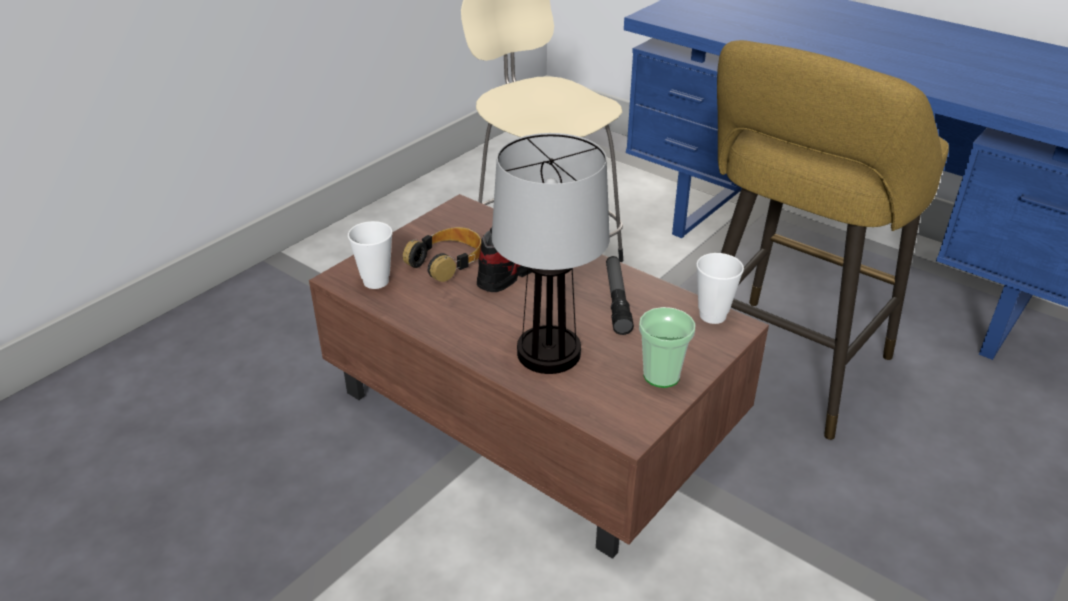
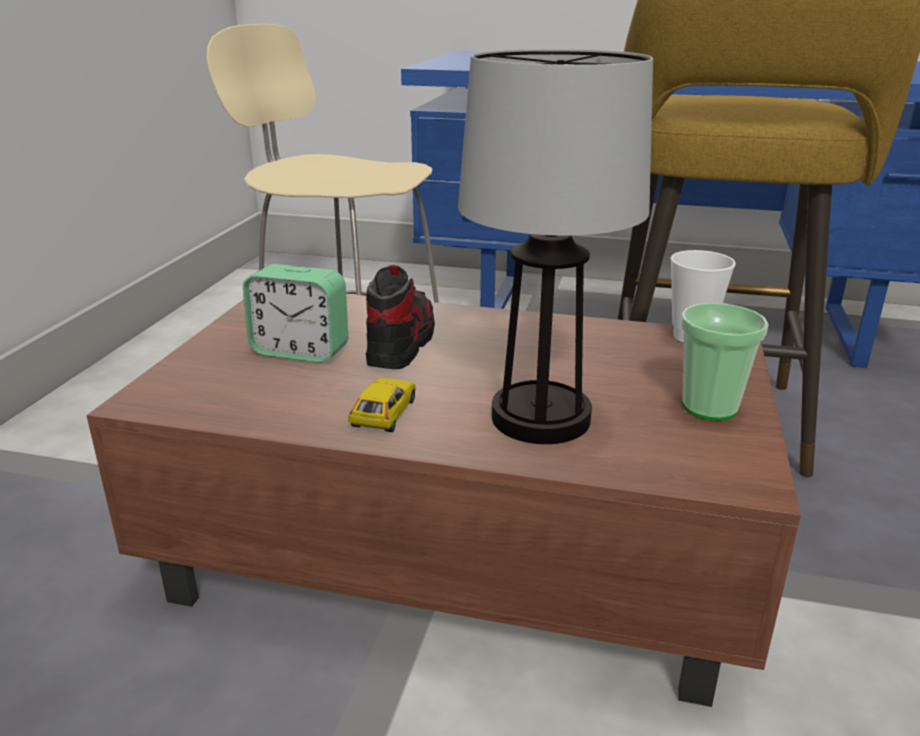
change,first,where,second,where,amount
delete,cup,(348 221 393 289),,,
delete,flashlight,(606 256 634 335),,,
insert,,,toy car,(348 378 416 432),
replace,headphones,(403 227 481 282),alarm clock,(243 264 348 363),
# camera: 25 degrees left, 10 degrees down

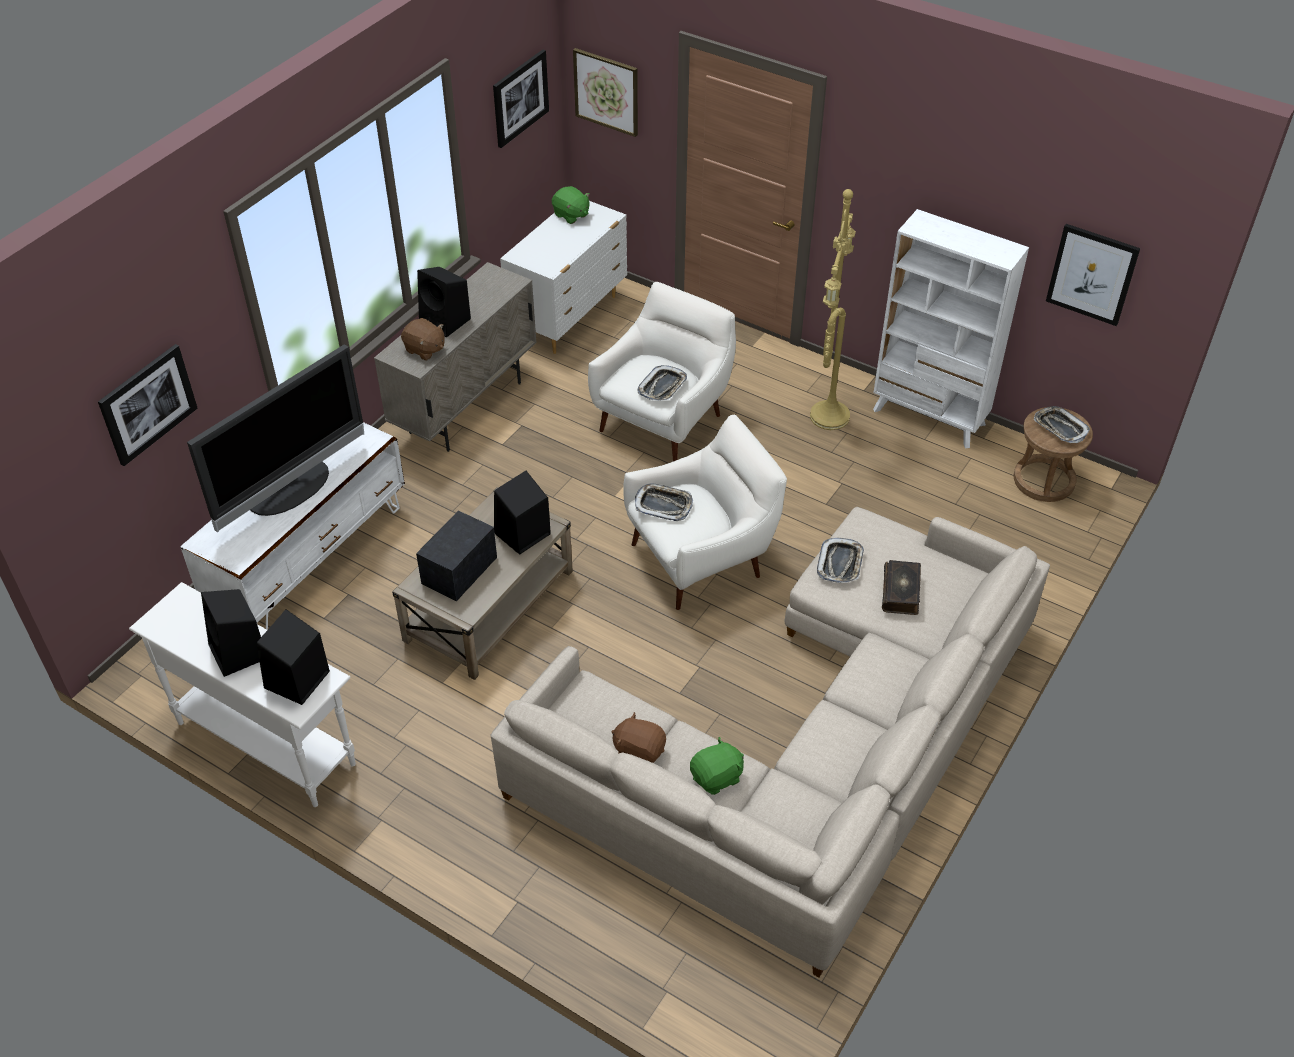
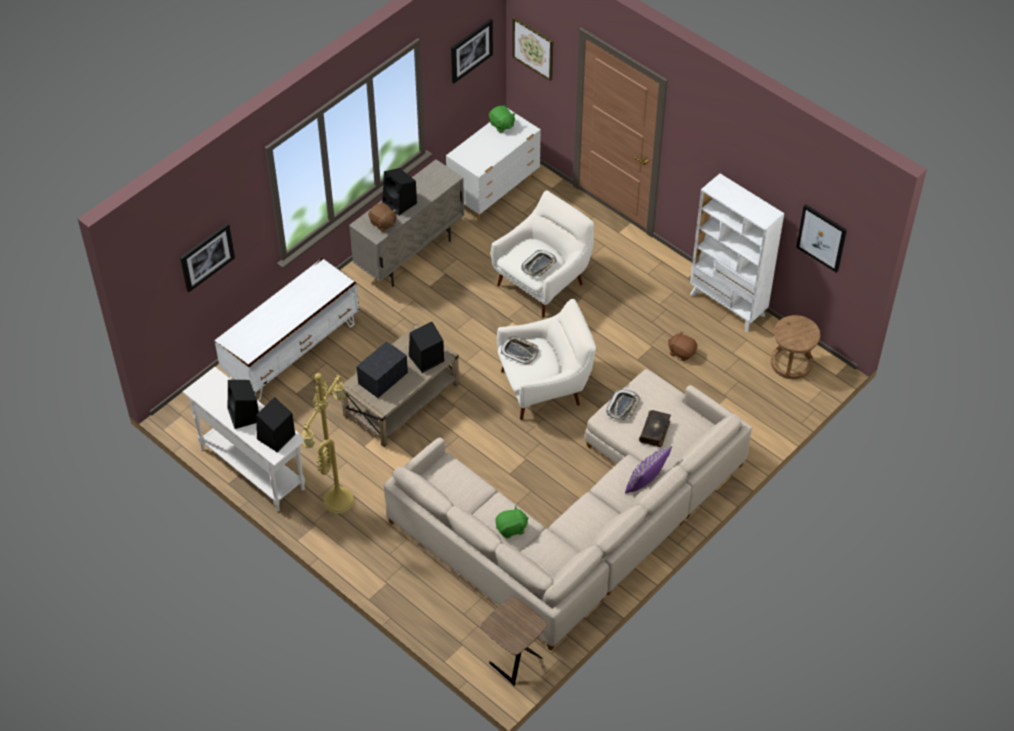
change,first,where,second,where,amount
delete,television,(187 344 364 533),,,
delete,tray,(1034 406 1090 443),,,
insert,,,brown side table,(481 597 547 685),
insert,,,purple pillow,(625 446 672 494),
move,brown plush toy,(611 712 666 763),,(668 332 697 361),
move,yellow floor lamp,(810 189 856 430),,(301 373 354 514),
# camera: 10 degrees right, 5 degrees up

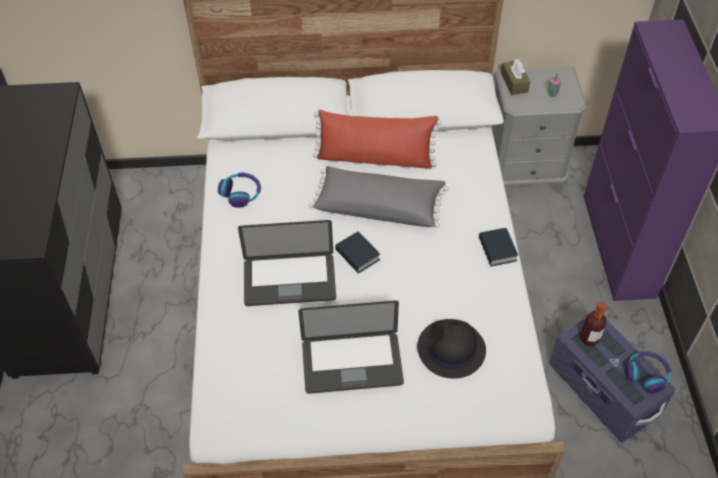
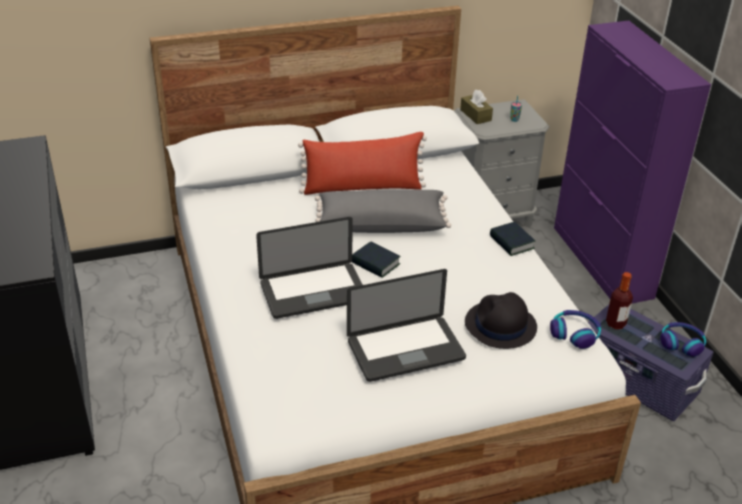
change,first,where,second,where,amount
move,headphones,(218 172 261 208),,(550 310 601 349),
# camera: 15 degrees left, 15 degrees down

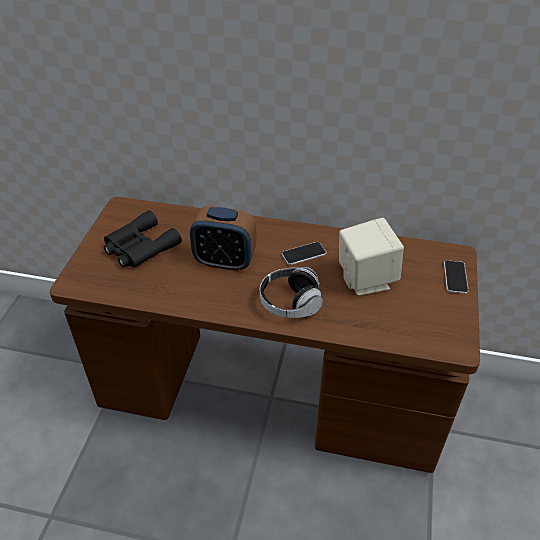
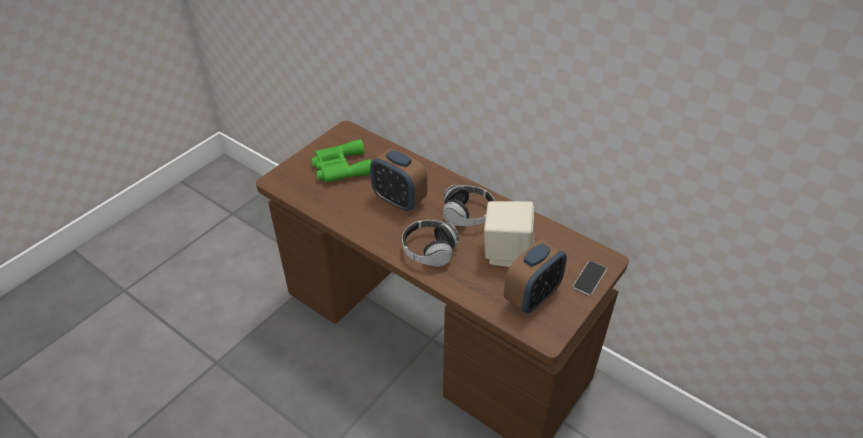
change,first,where,second,where,amount
insert,,,alarm clock,(504 239 567 314),
replace,phone,(282 242 327 265),headphones,(442 185 495 226),
recolor,black binoculars,(104 210 182 268),green binoculars,(311 139 371 183),
# camera: 25 degrees right, 0 degrees up

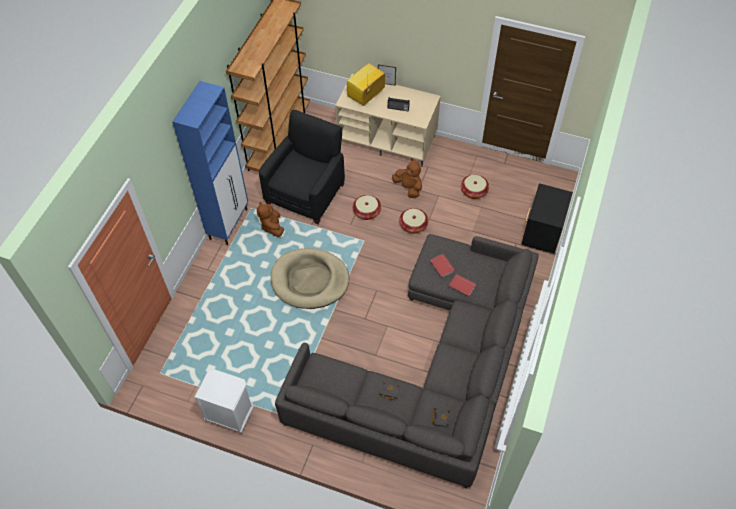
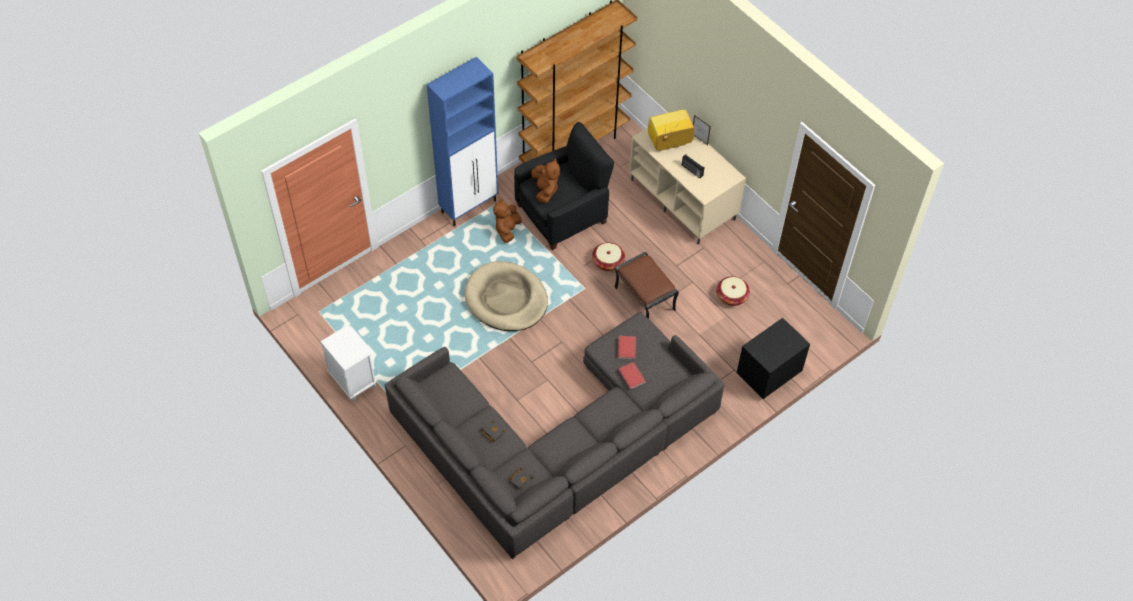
change,first,where,second,where,amount
move,brown plush toy,(392 158 422 198),,(531 159 560 203),
replace,basket,(399 208 428 234),brown ottoman,(615 252 679 319),
# camera: 30 degrees right, 0 degrees up

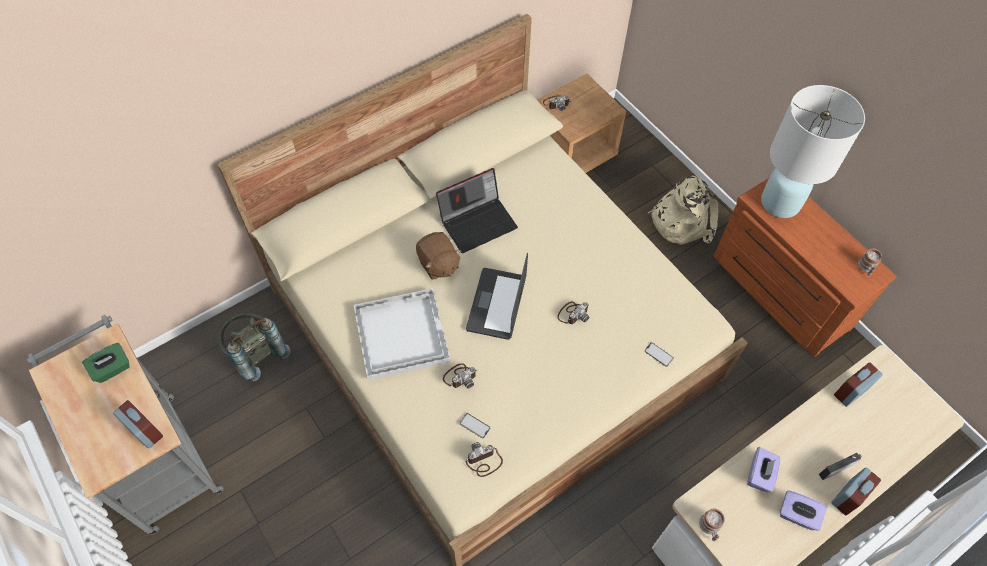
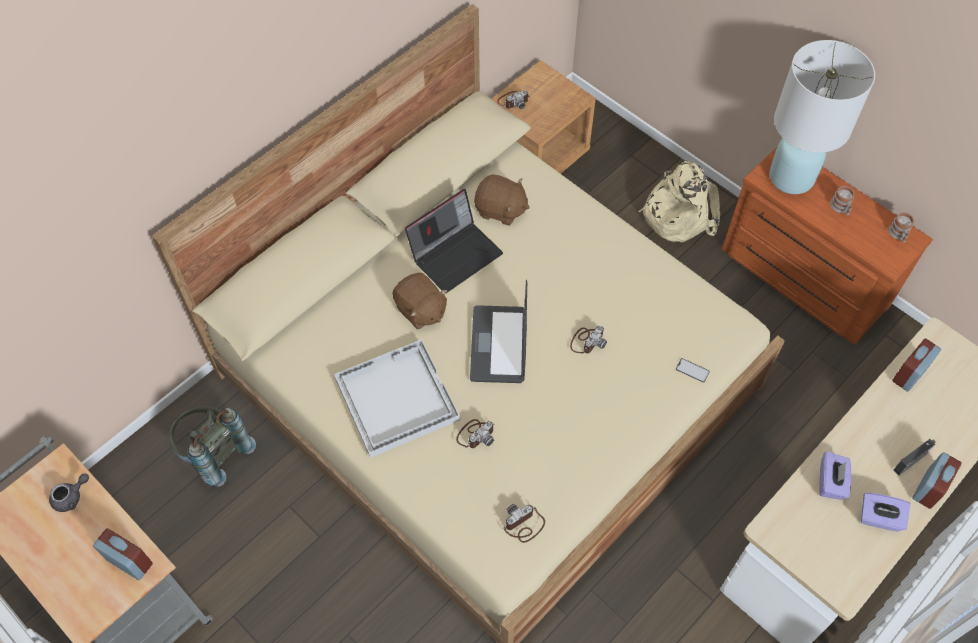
change,first,where,second,where,amount
delete,phone,(460 413 490 439),,,
insert,,,brown plush toy,(474 174 530 226),
move,mug,(699 508 725 541),,(830 186 854 216),
replace,green tissue box,(82 343 130 383),grey teapot,(49 473 89 512),
# camera: 10 degrees left, 0 degrees up

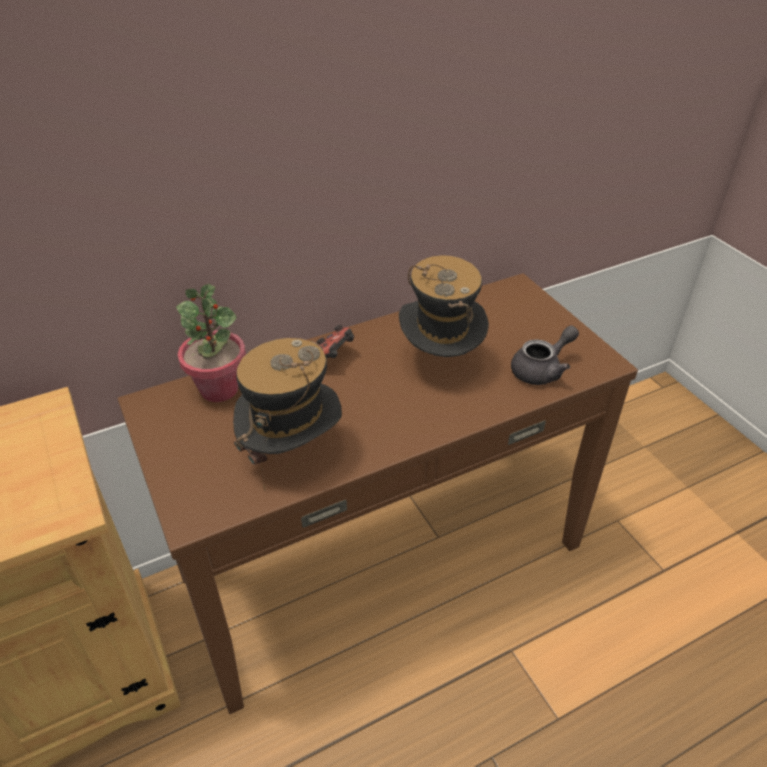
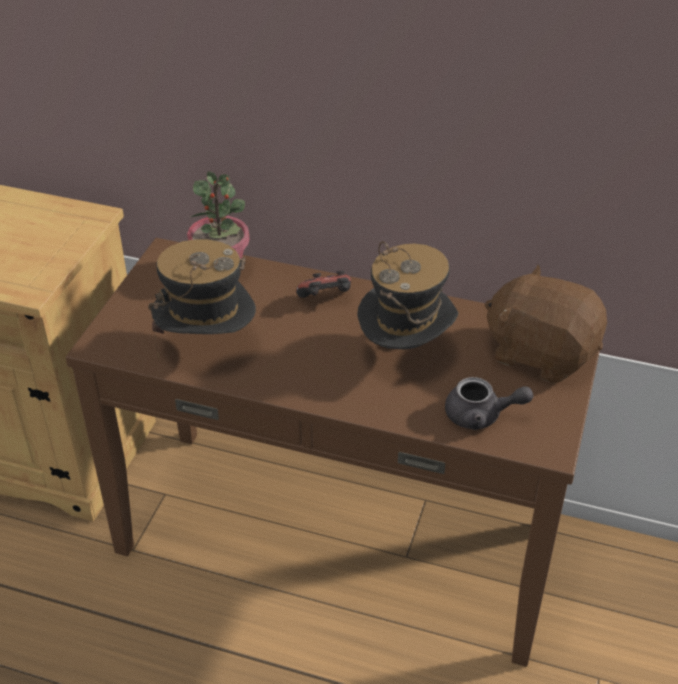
change,first,where,second,where,amount
insert,,,brown plush toy,(485 264 607 383),
# camera: 45 degrees right, 0 degrees up

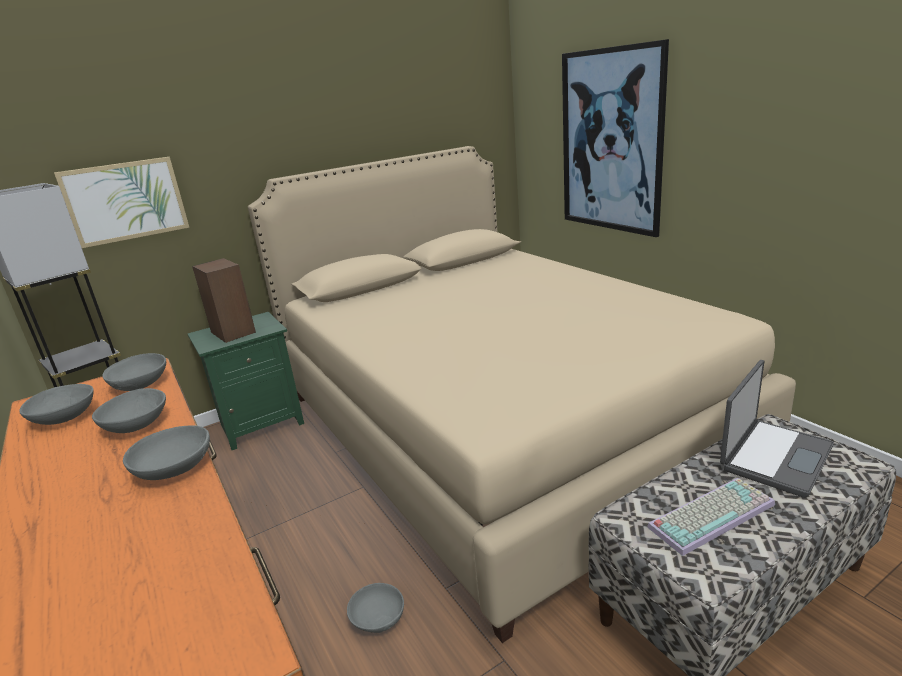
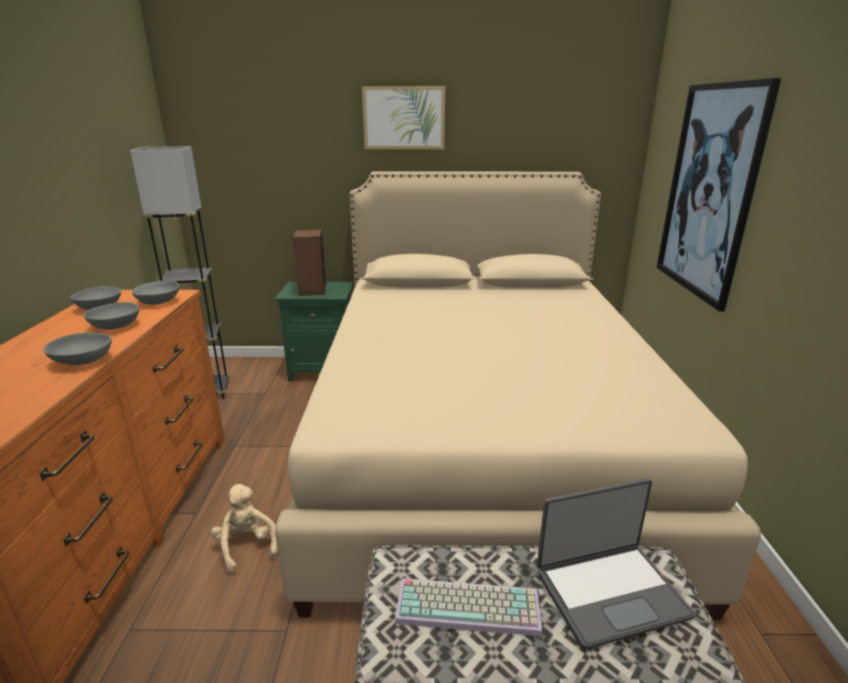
change,first,where,second,where,amount
move,picture,(54 157 190 248),,(362 86 445 149),
replace,grey bowl,(347 583 404 633),beige plush toy,(211 484 277 573),
# camera: 30 degrees right, 0 degrees up

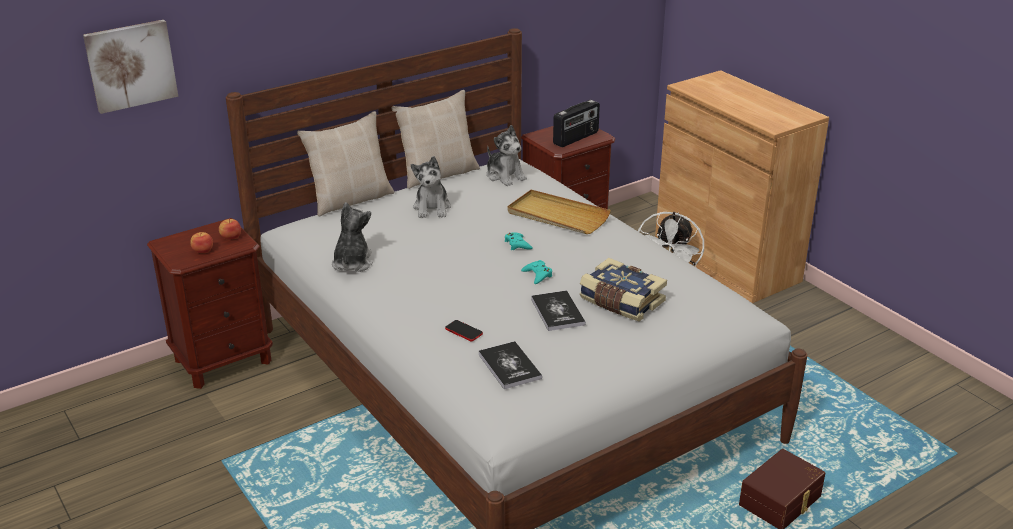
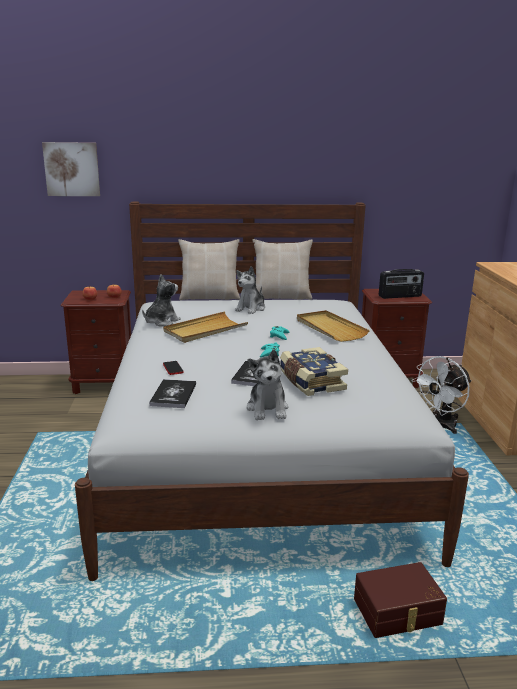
change,first,where,second,where,amount
insert,,,beige tray,(163 311 248 343),
move,plush toy,(487 125 527 186),,(247 349 289 420),
# camera: 30 degrees right, 10 degrees down

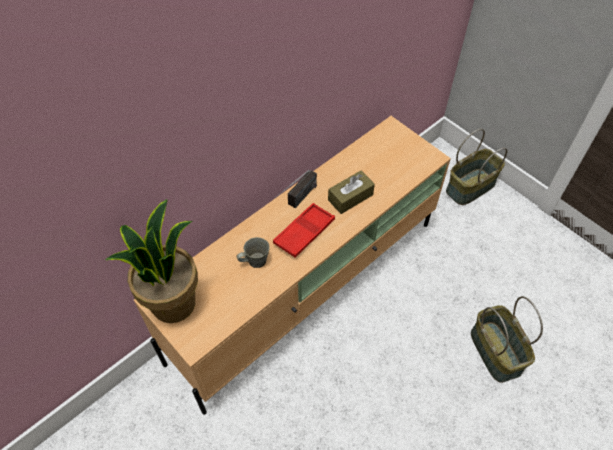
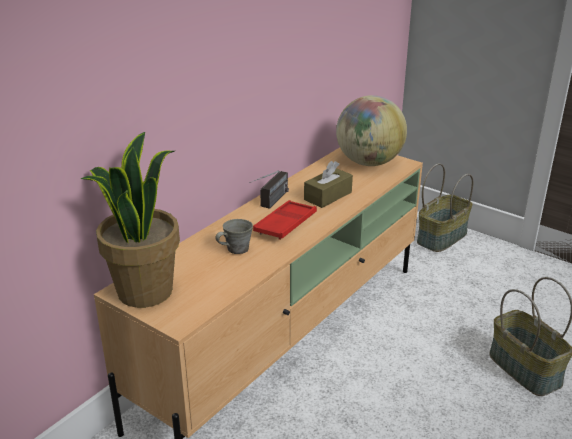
change,first,where,second,where,amount
insert,,,globe,(336 95 407 166),
# camera: 10 degrees left, 25 degrees down

